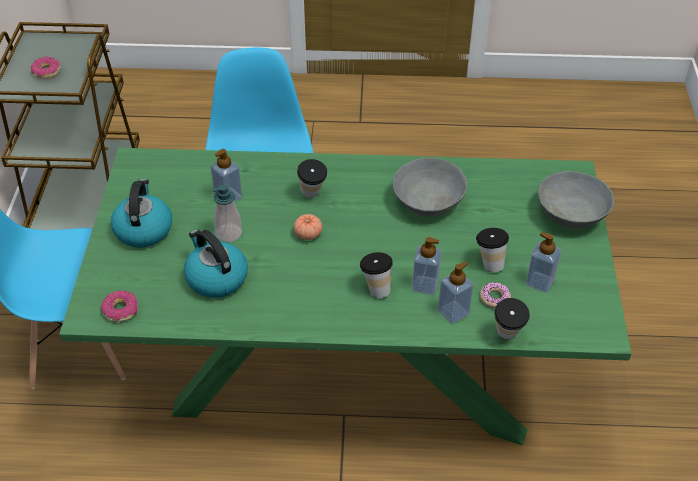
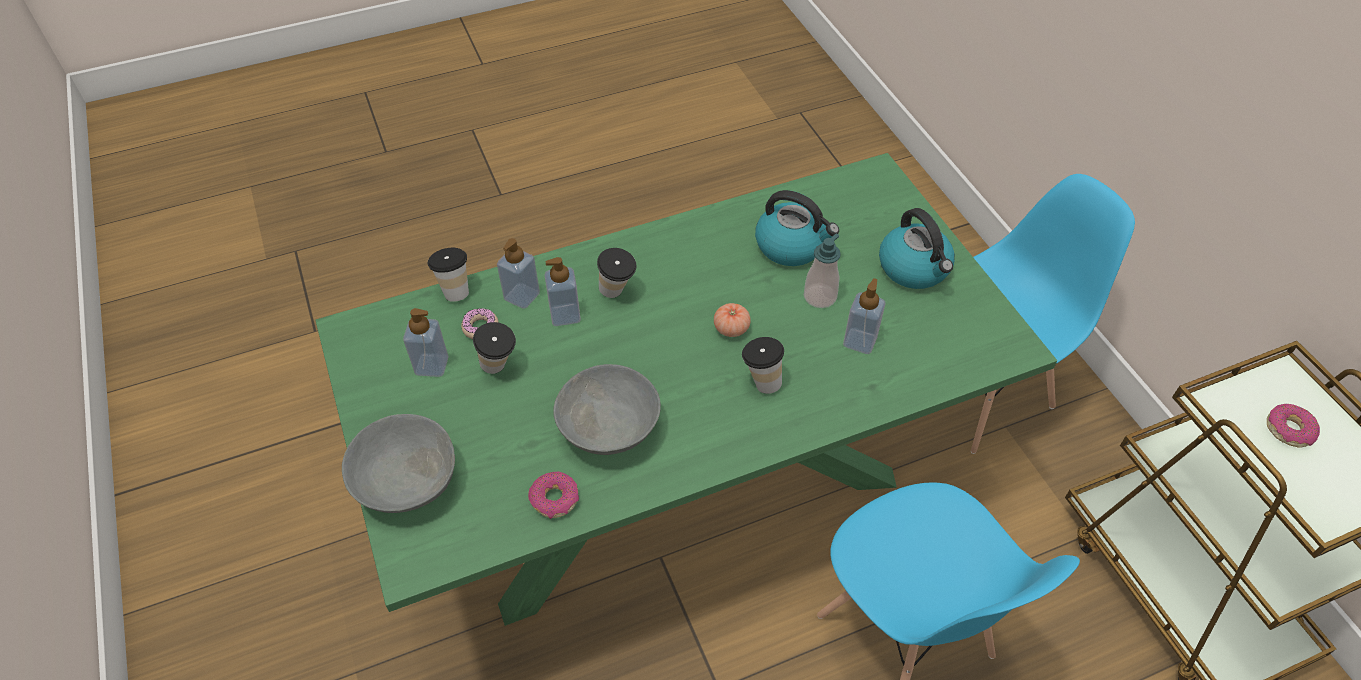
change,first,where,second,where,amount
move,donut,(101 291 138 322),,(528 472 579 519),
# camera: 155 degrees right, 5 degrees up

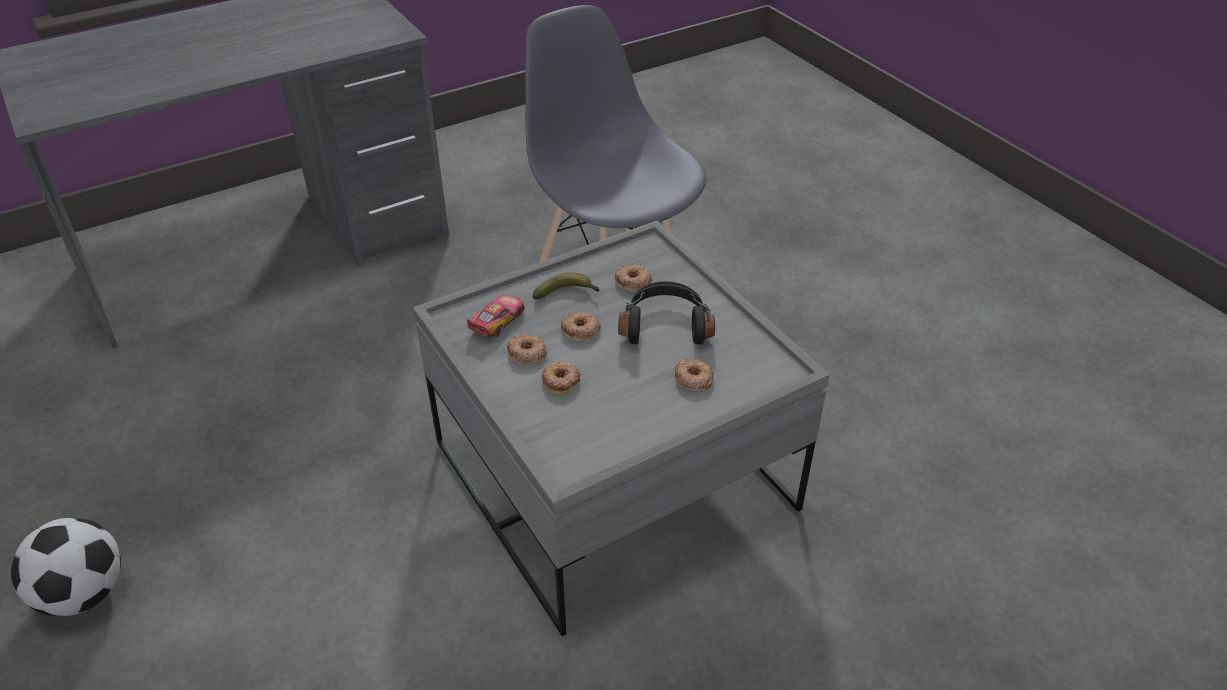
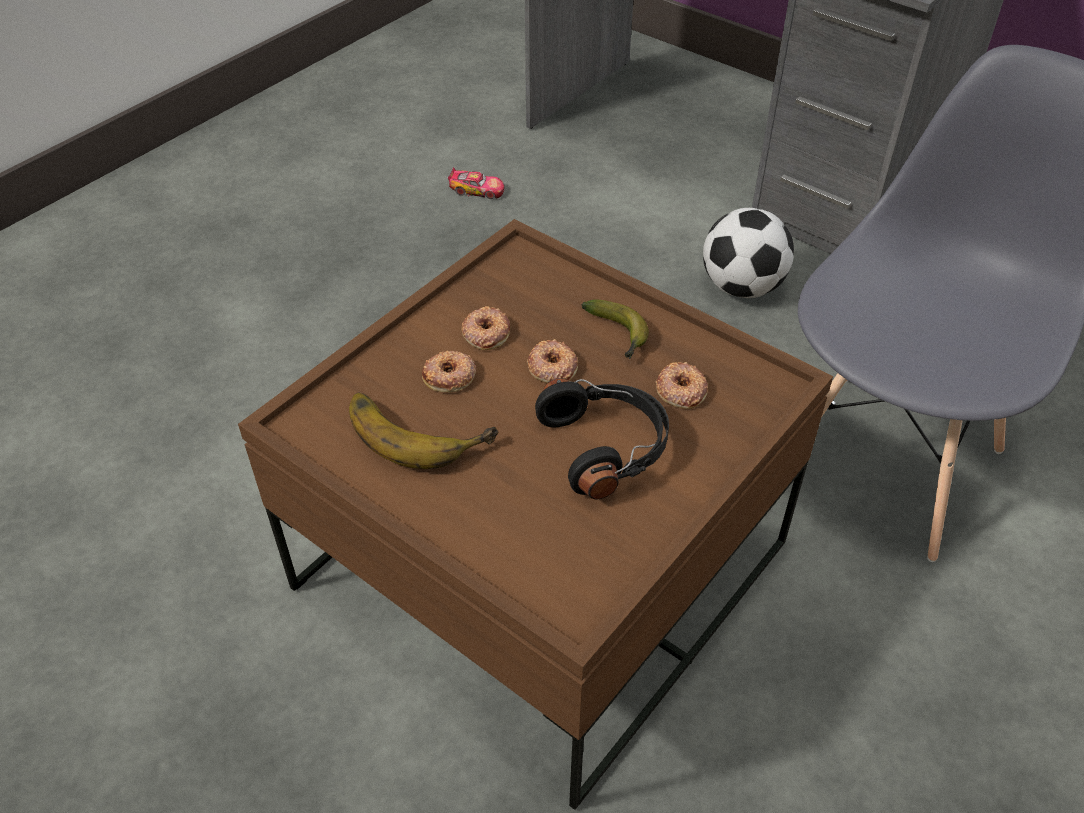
change,first,where,second,where,amount
delete,donut,(674 358 714 391),,,
insert,,,banana,(349 392 499 469),
move,football,(11 518 121 616),,(703 208 794 298),
move,toy car,(467 295 524 337),,(448 167 504 199),
recolor,grey coffee table,(413 220 830 636),brown coffee table,(238 219 833 810),
# camera: 70 degrees right, 5 degrees up

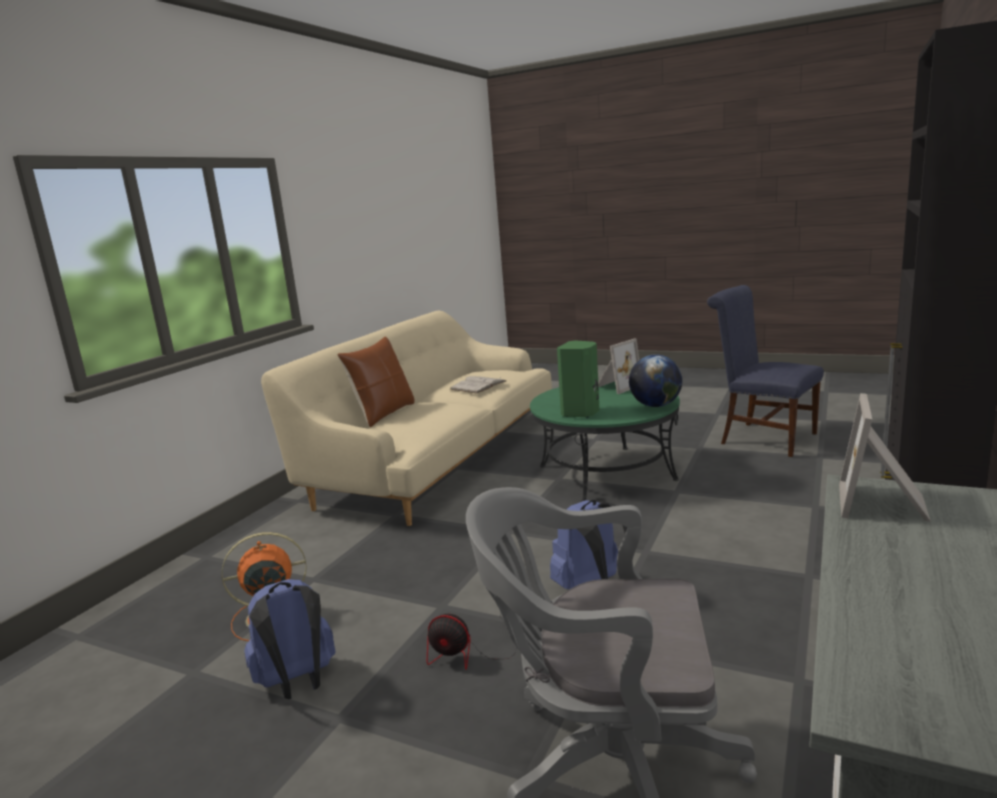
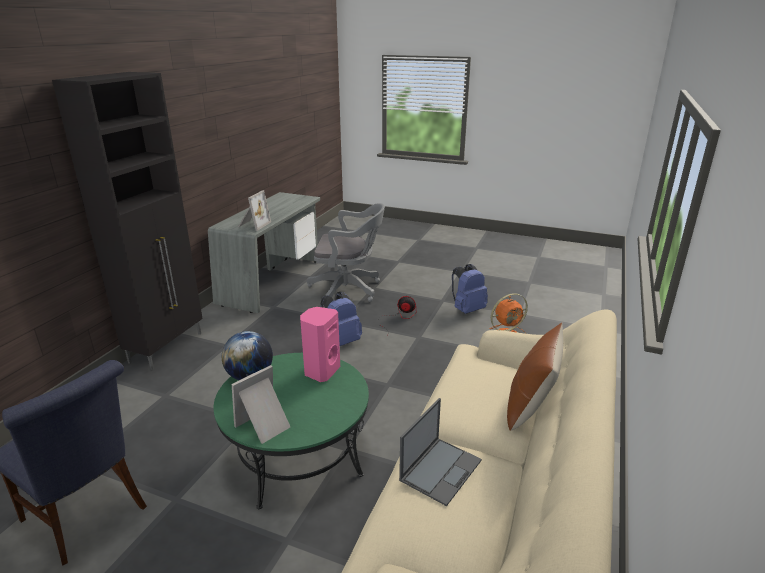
change,first,where,second,where,amount
replace,white book,(450 376 506 394),laptop,(399 398 482 506),
recolor,green speaker,(557 340 599 418),pink speaker,(300 307 340 382),
# camera: 175 degrees right, 10 degrees up

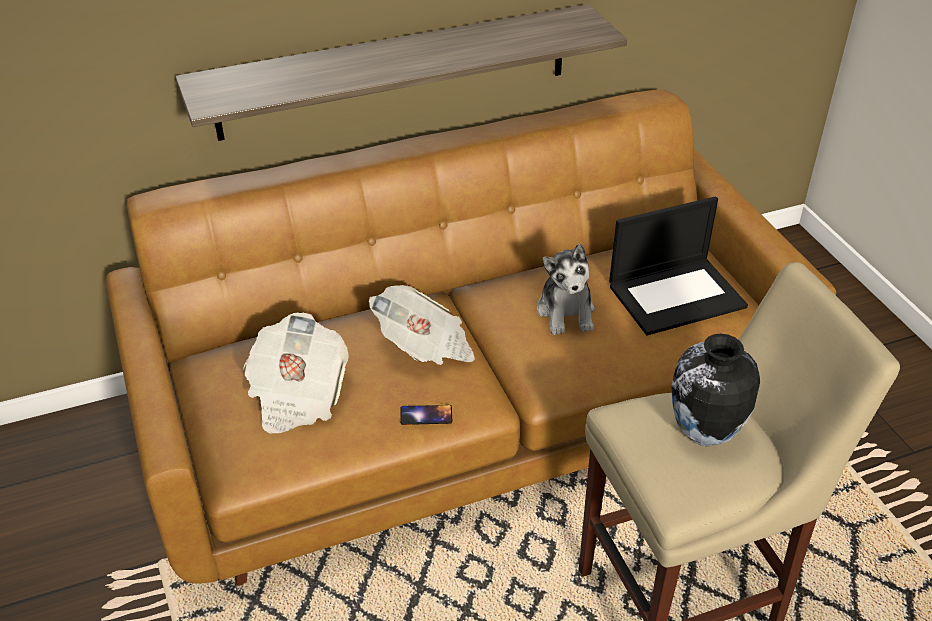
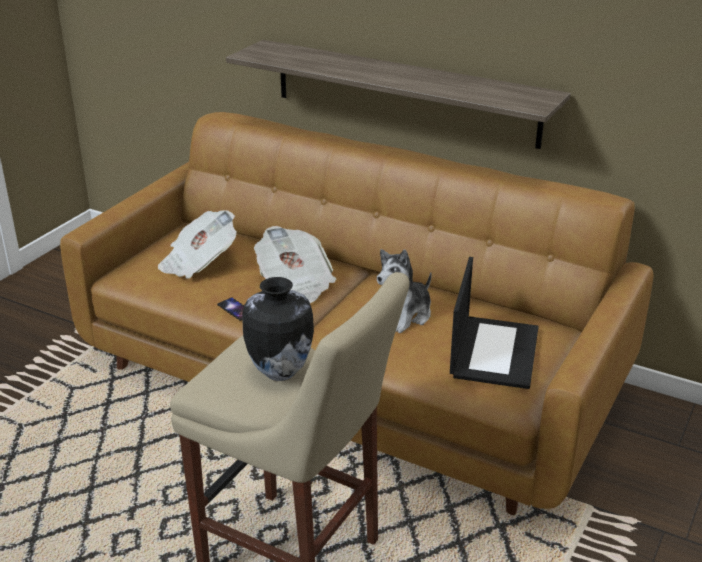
change,first,where,second,where,amount
rotate,laptop,(609 196 748 335),,(450 257 539 389),105 degrees counterclockwise
# camera: 50 degrees right, 10 degrees down

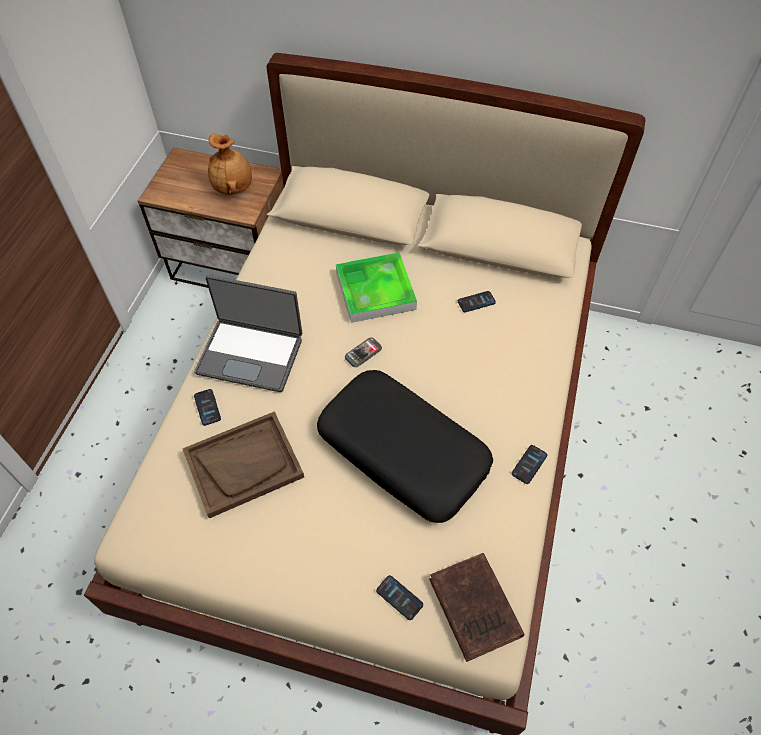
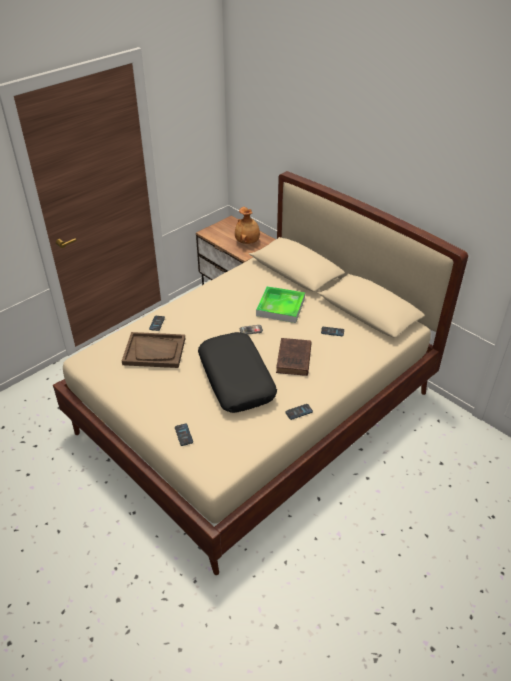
change,first,where,second,where,amount
delete,laptop,(194 275 303 392),,,
move,brown book,(429 553 525 662),,(276 338 312 376),
# camera: 30 degrees right, 15 degrees down

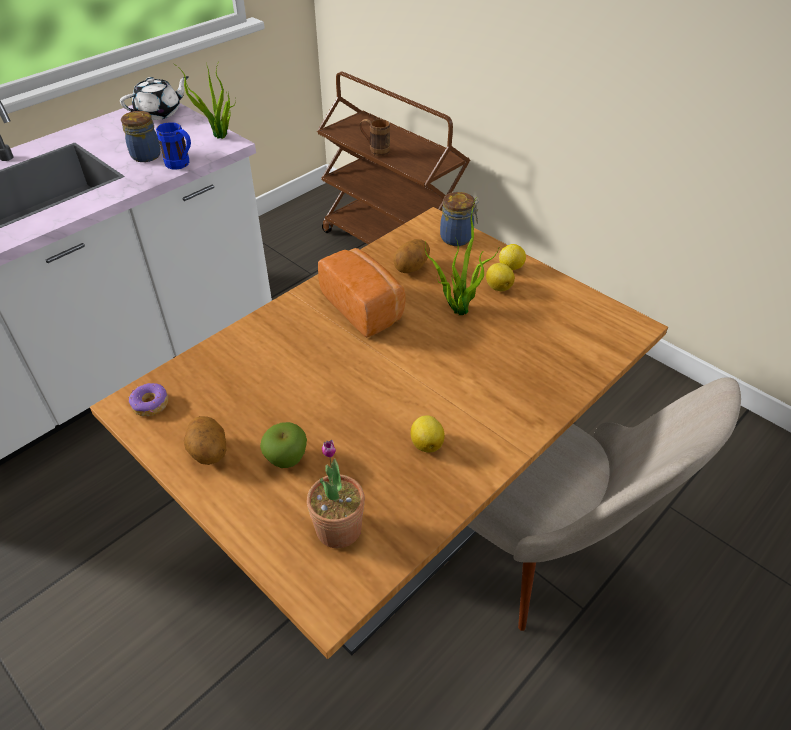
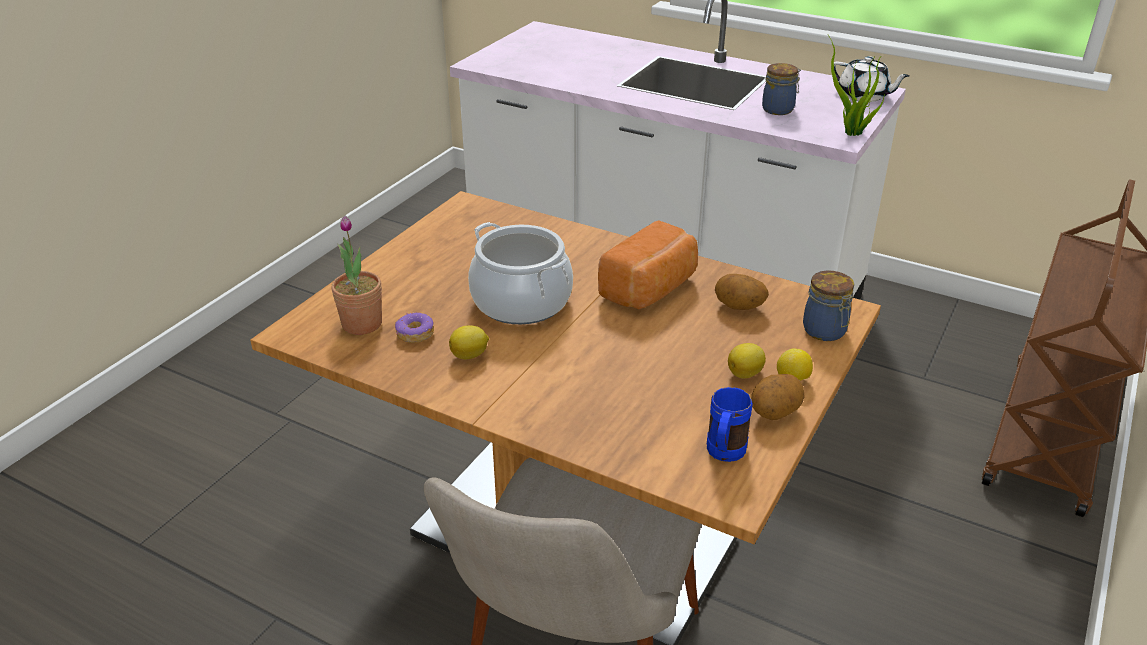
change,first,where,second,where,amount
delete,apple,(260 422 307 468),,,
delete,brown mug,(359 119 390 156),,,
delete,potted plant,(425 199 499 315),,,
insert,,,cooking pot,(468 222 573 324),
move,donut,(129 383 168 416),,(395 312 434 343),
move,blue mug,(156 122 191 170),,(707 387 753 462),
move,potato,(184 416 226 465),,(751 374 805 420),
# camera: 75 degrees right, 10 degrees down

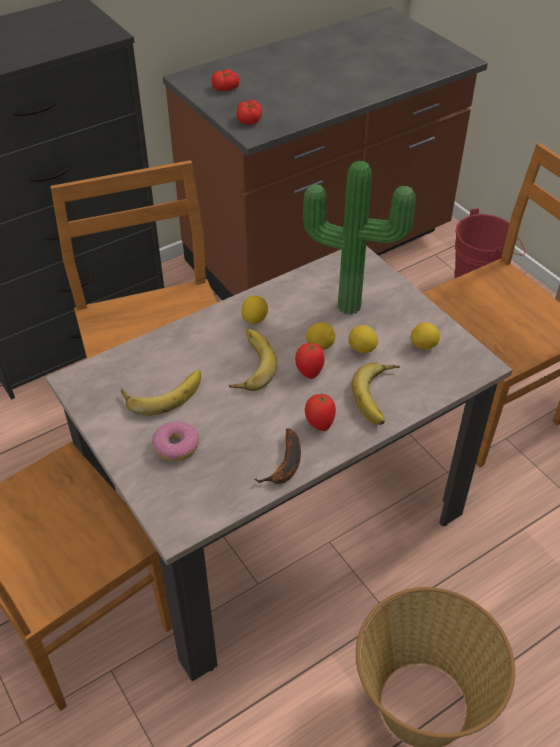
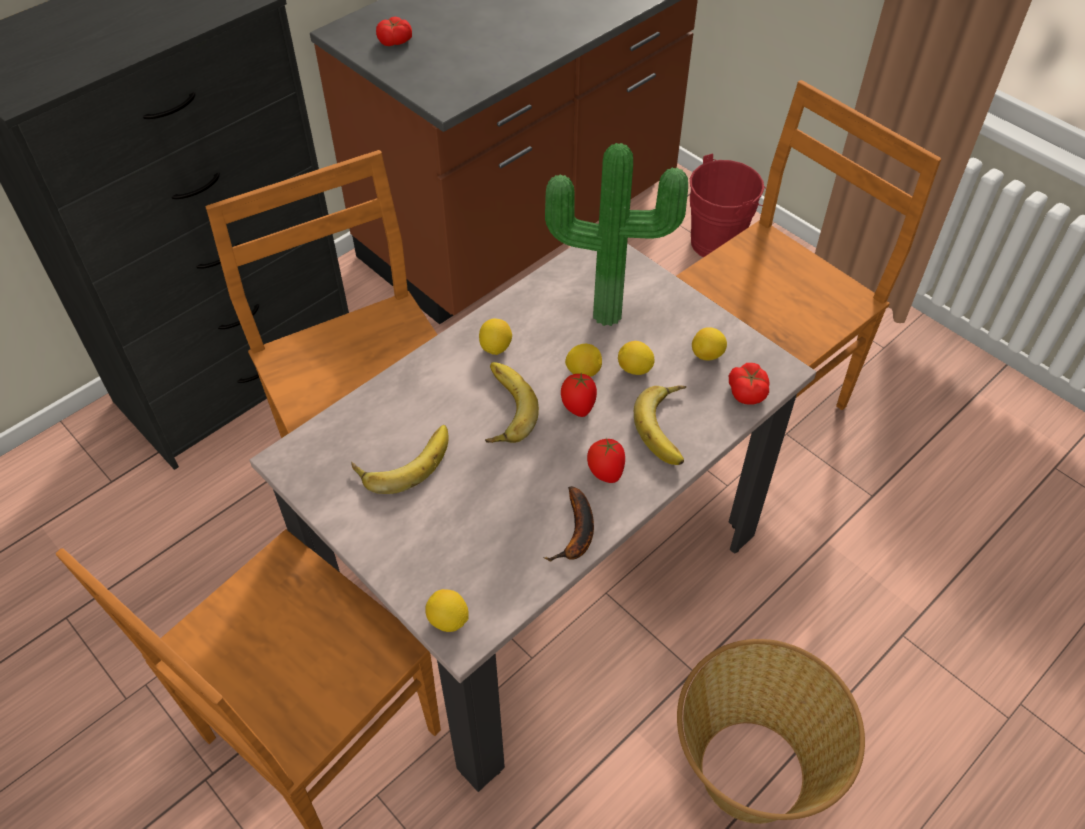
change,first,where,second,where,amount
delete,donut,(152 421 199 461),,,
insert,,,lemon,(425 589 469 632),
move,tomato,(236 100 262 125),,(729 363 770 405),
# camera: 10 degrees left, 5 degrees up

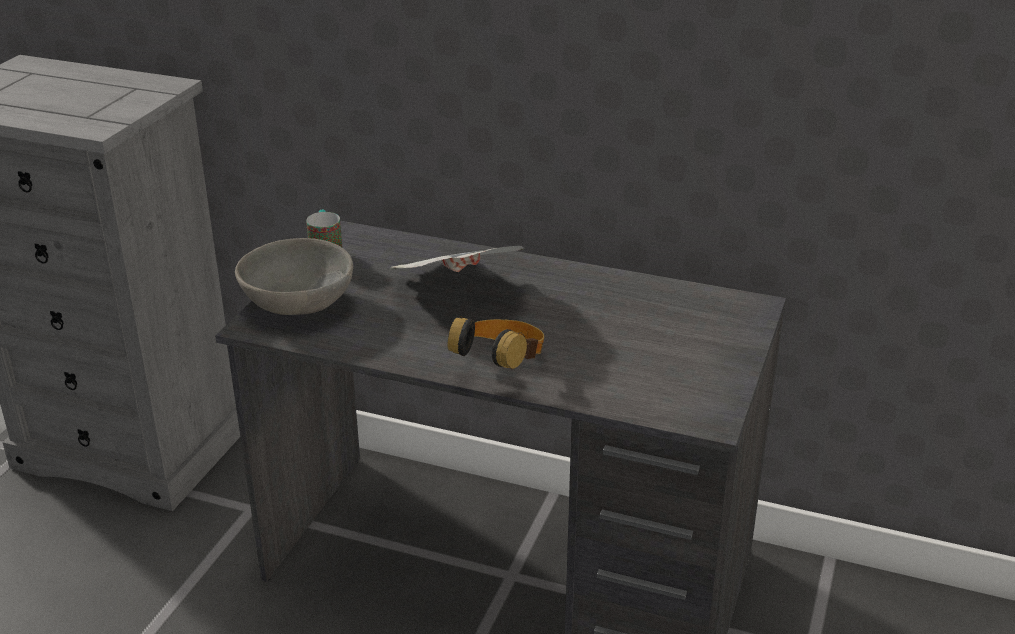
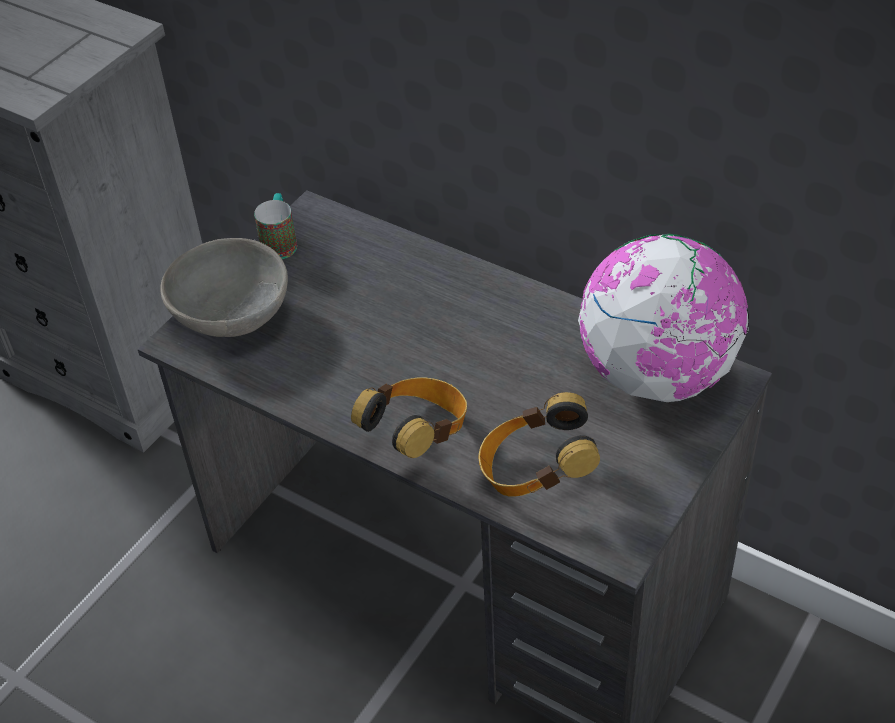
change,first,where,second,where,amount
delete,newspaper,(389 246 524 272),,,
insert,,,headphones,(478 392 600 496),
insert,,,globe,(578 234 749 402),
# camera: 15 degrees right, 15 degrees up

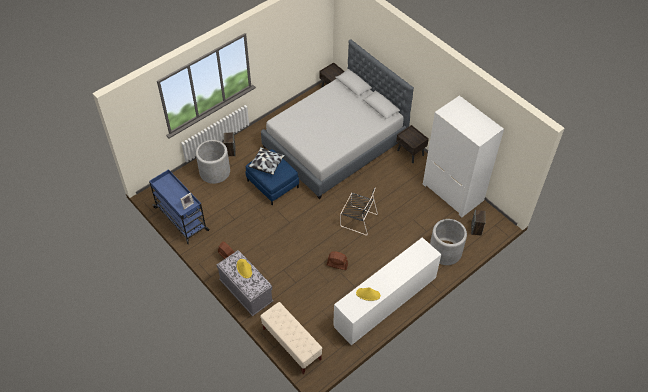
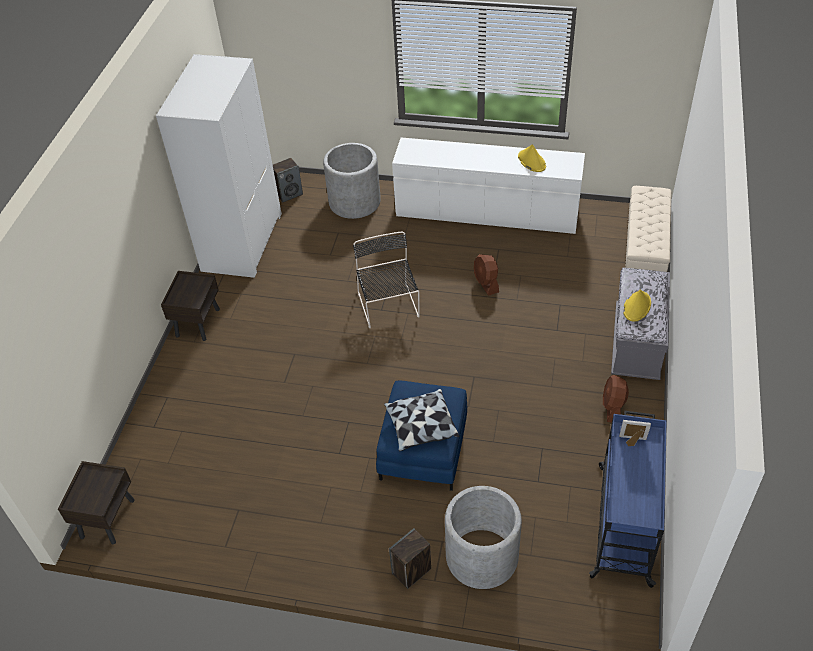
change,first,where,second,where,amount
delete,grey bed,(261 39 414 199),,,
# camera: 125 degrees left, 5 degrees down

